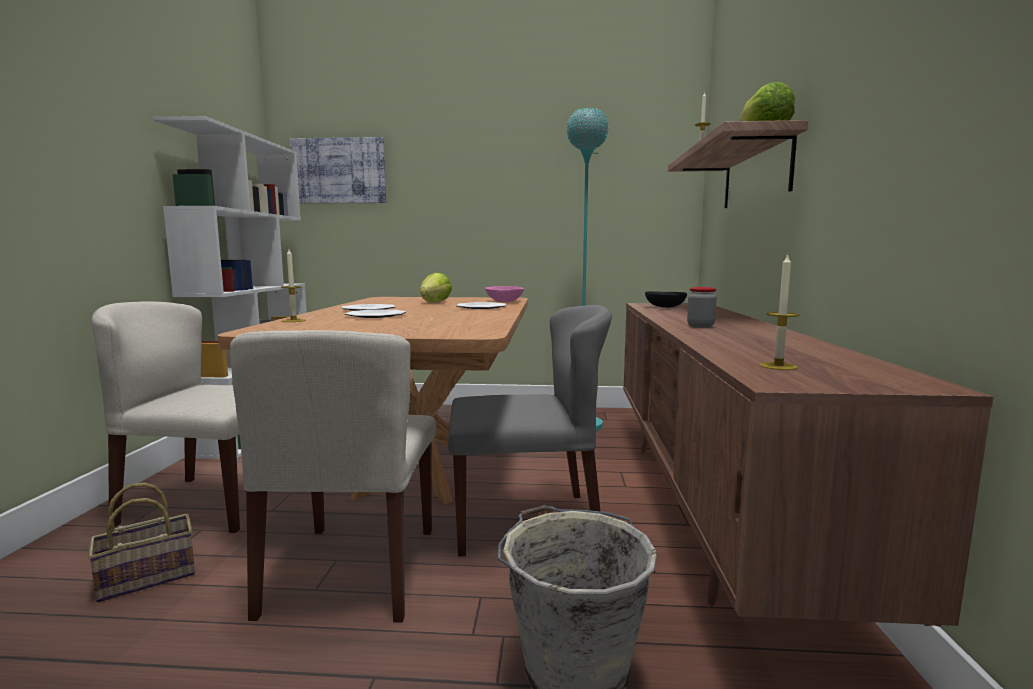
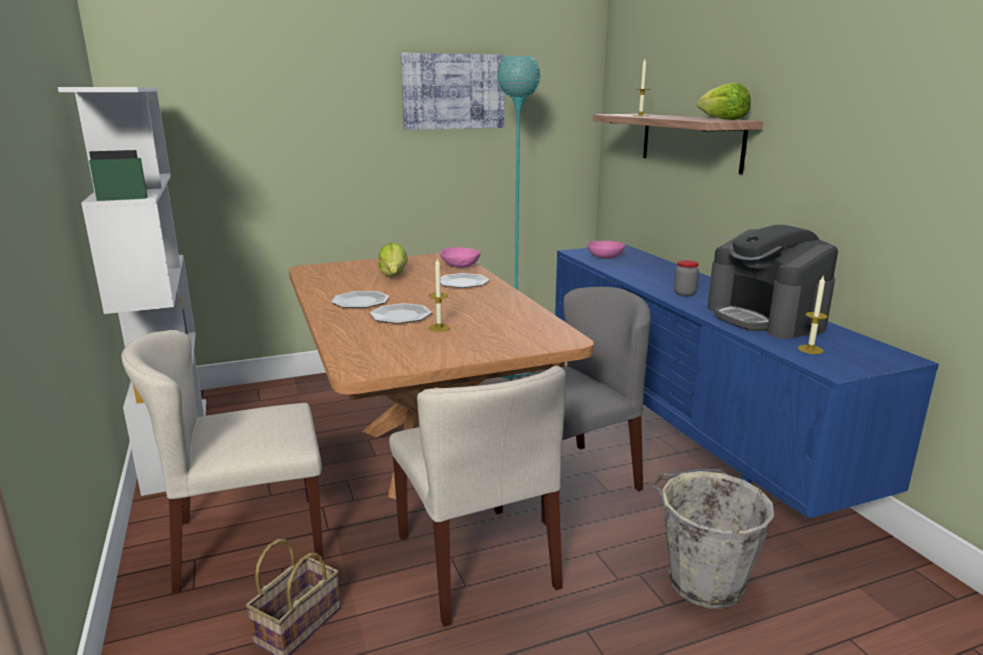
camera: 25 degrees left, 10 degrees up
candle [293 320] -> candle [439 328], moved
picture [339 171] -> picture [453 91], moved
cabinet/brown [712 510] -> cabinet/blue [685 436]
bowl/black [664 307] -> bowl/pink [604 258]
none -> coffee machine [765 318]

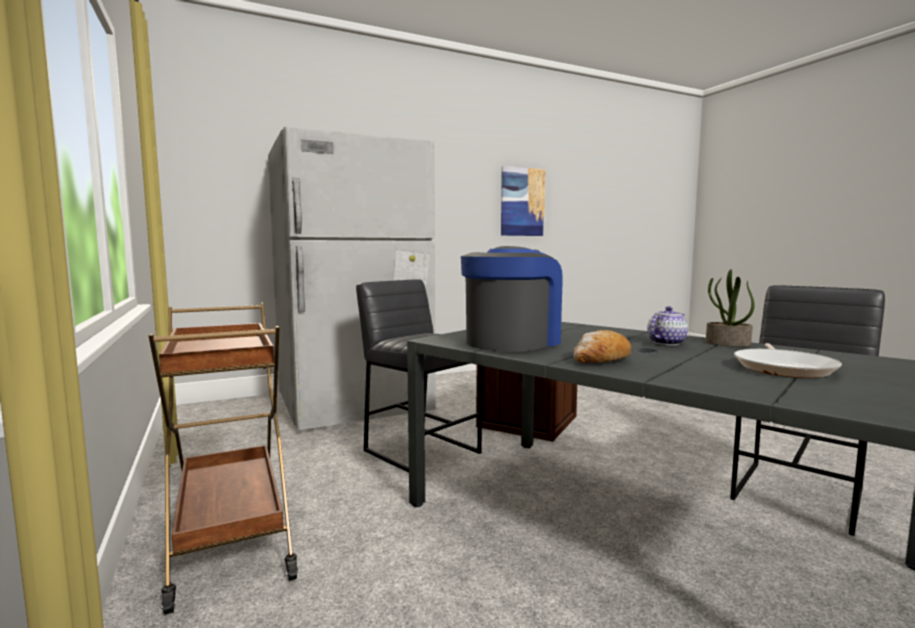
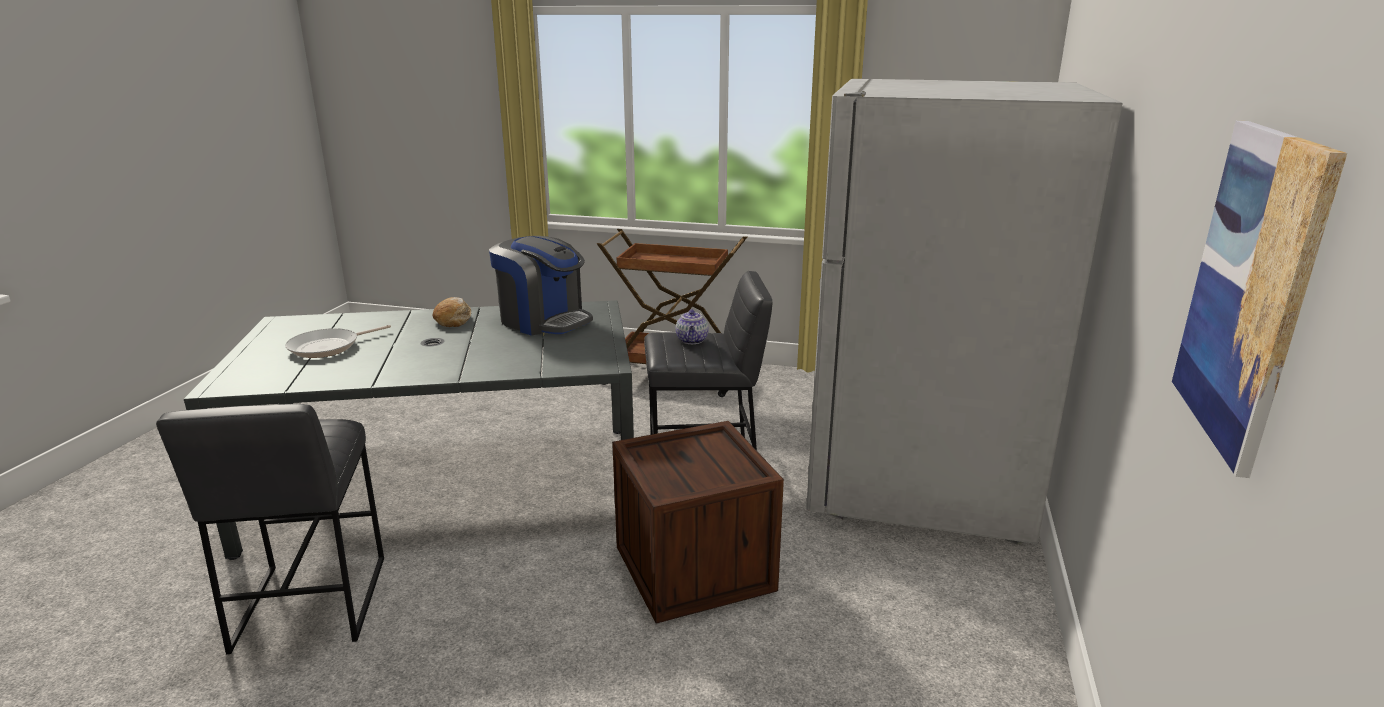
camera: 130 degrees right, 15 degrees up
coffee machine [513 341] -> coffee machine [544 321], 45 degrees counterclockwise
teapot [666 343] -> teapot [692 341], moved
potted plant [727 344] -> none
frying pan [783 368] -> frying pan [328 347], 105 degrees counterclockwise

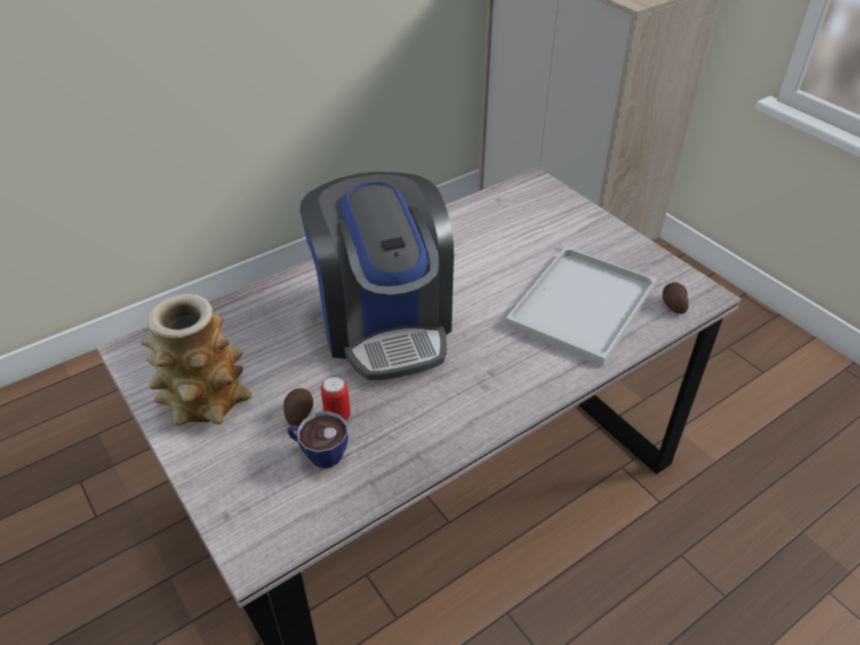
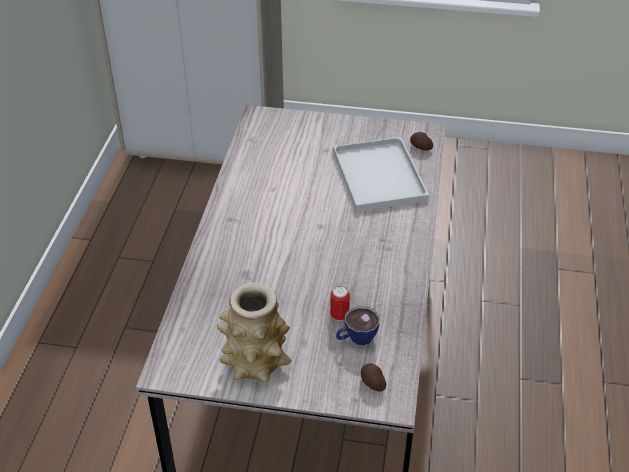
camera: 45 degrees left, 0 degrees up
potato [299 414] -> potato [372 383], moved
coffee machine [384 322] -> none

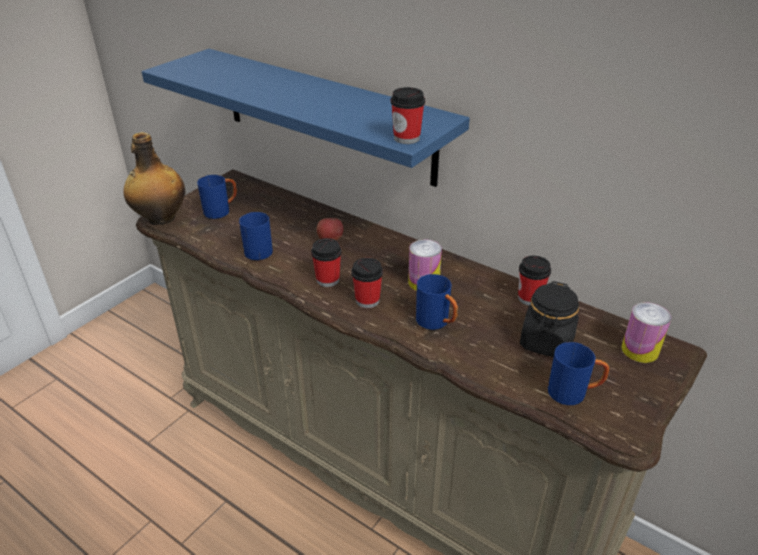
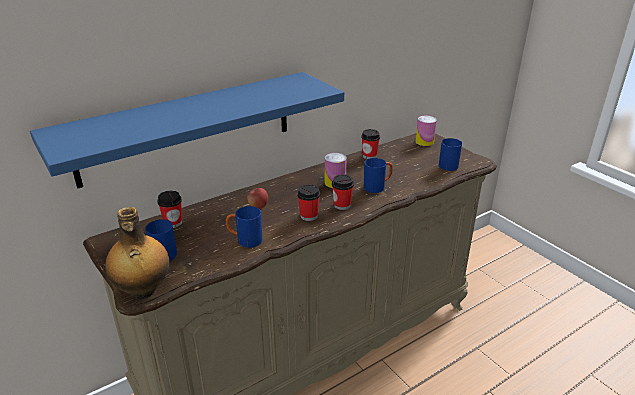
camera: 70 degrees left, 5 degrees down
cup [406 138] -> cup [173 223], moved
jar/black [546 342] -> none

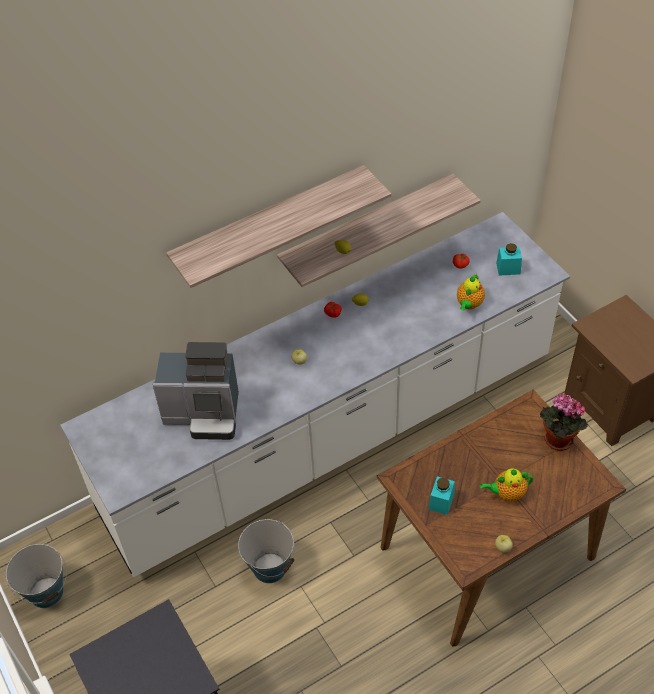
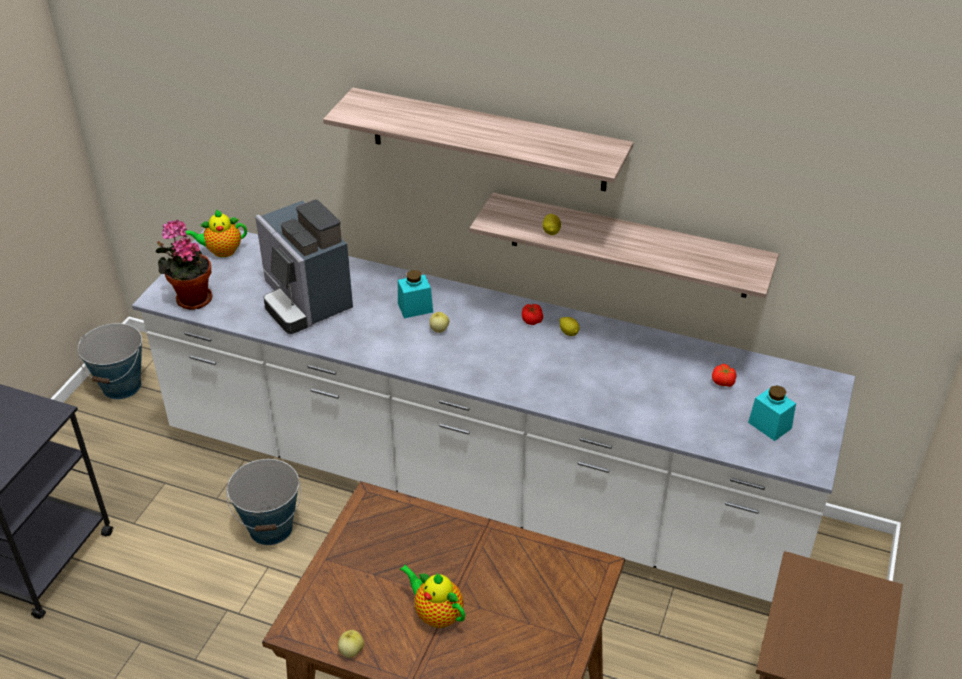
camera: 50 degrees right, 10 degrees down
jar/turquoise [441 501] -> jar/turquoise [415 308], moved
teapot [469 304] -> teapot [221 251], moved
potted plant [556 441] -> potted plant [191 298], moved

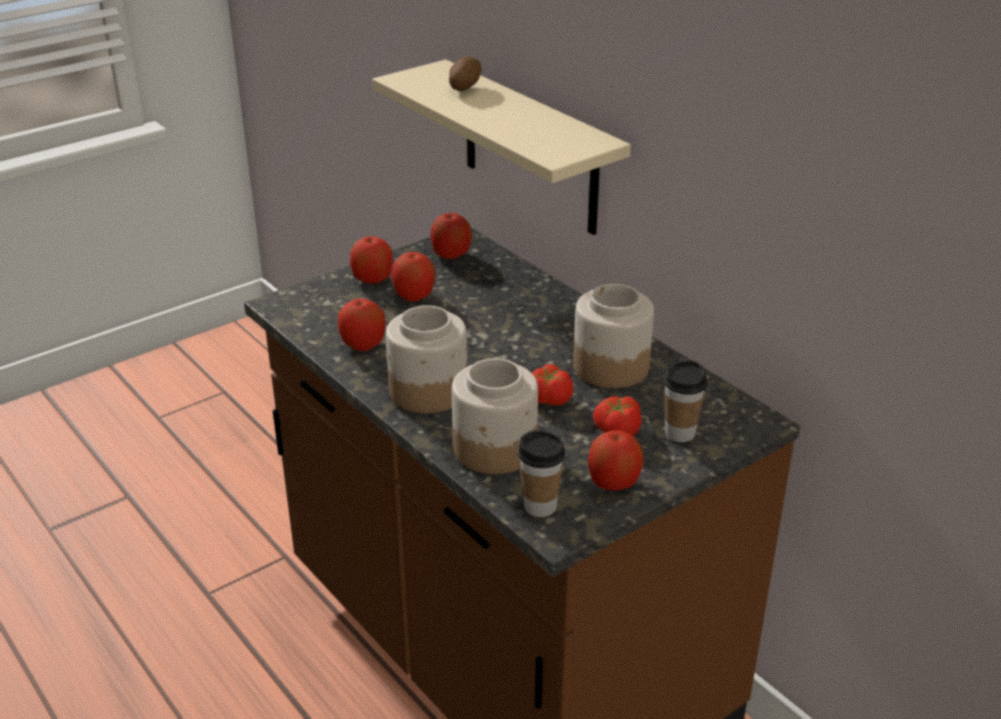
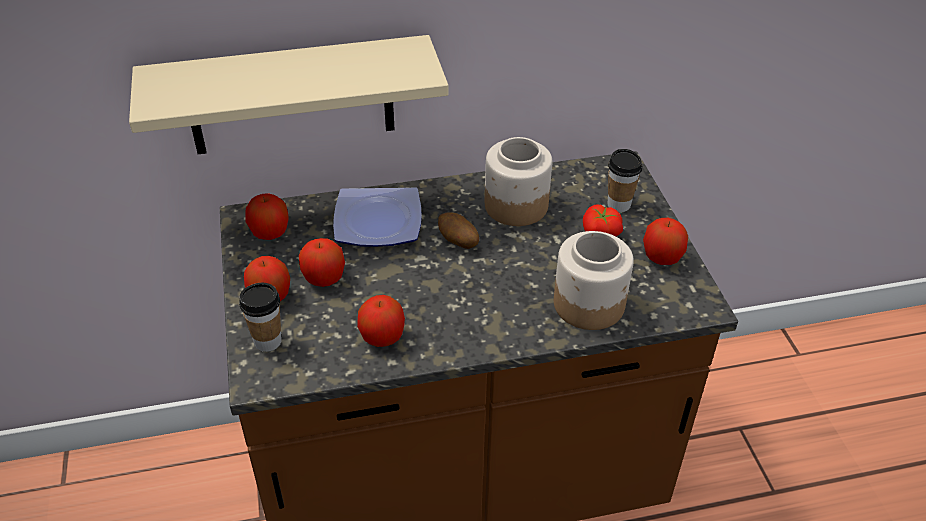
camera: 65 degrees left, 10 degrees up
jar [428 391] -> none
potato [464 88] -> potato [458 242], moved
cup [540 506] -> cup [268 341], moved
tomato [548 399] -> none
none -> plate [376 222]

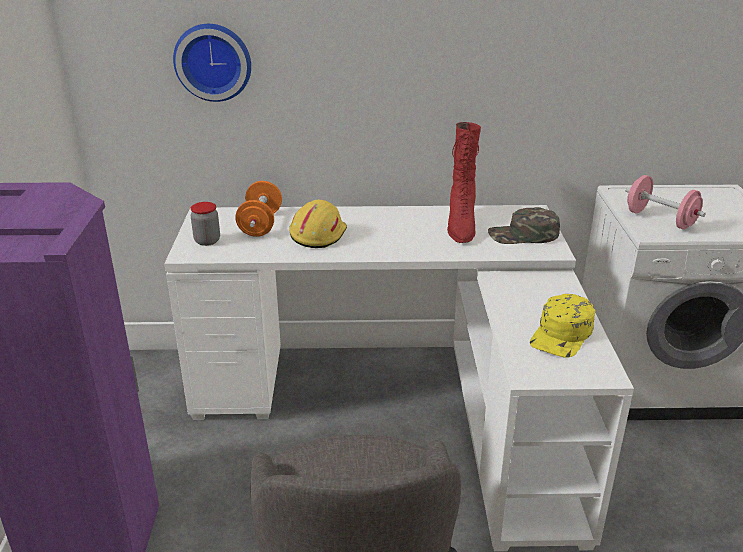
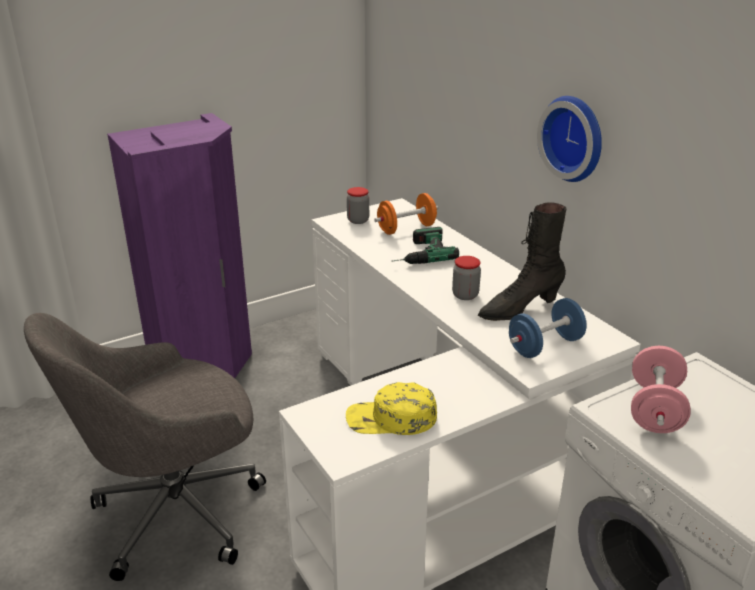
camera: 60 degrees right, 0 degrees up
wall clock [213 61] -> wall clock [575 138], moved
hard hat/yellow [317 234] -> power drill [418 253]
boot/red [461 226] -> boot/black [519 309]
cap/green [523 235] -> dumbbell/blue [545 346]
none -> jar [465 295]

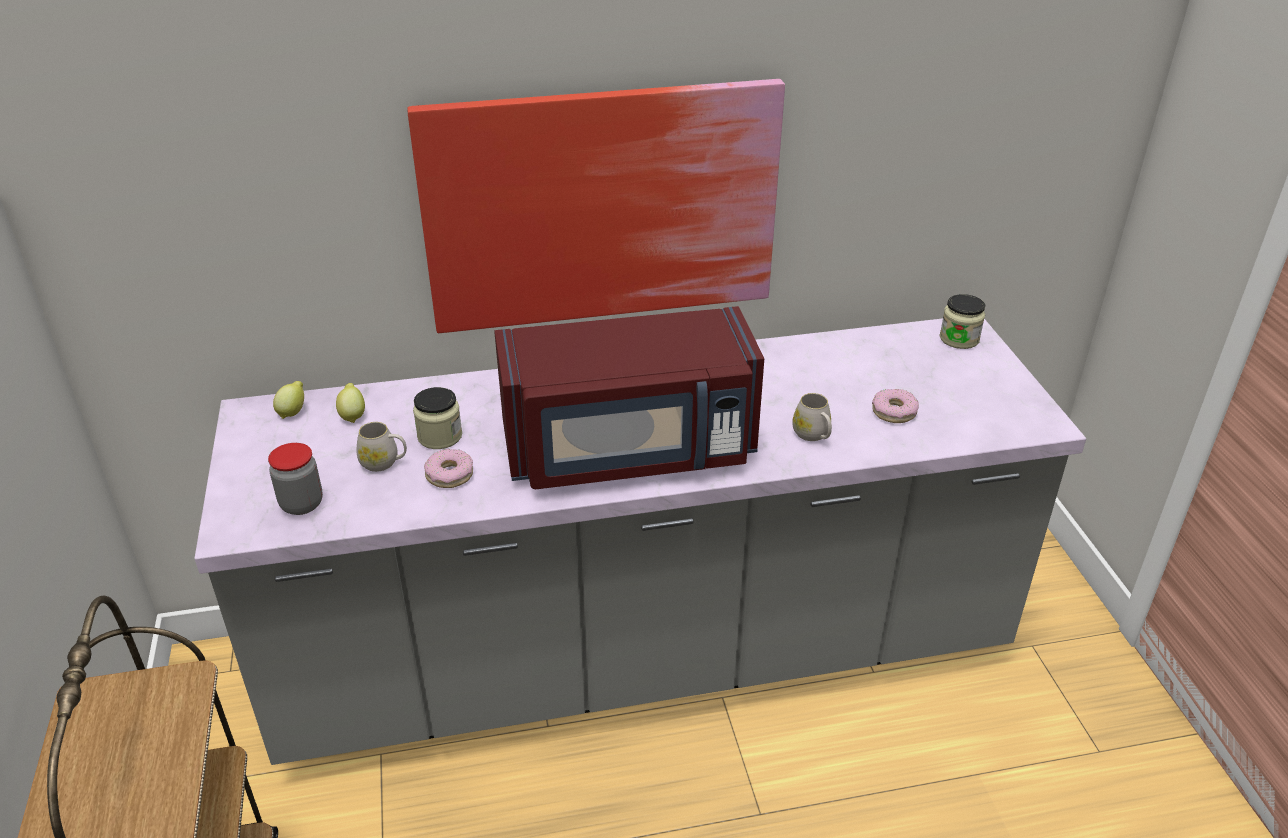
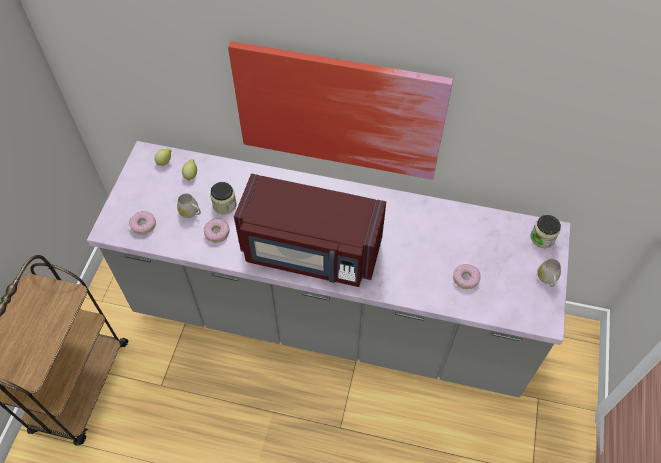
camera: 25 degrees right, 20 degrees up
jar [301 504] -> donut [143 225]
mug/white [813 435] -> mug/white [547 279], moved

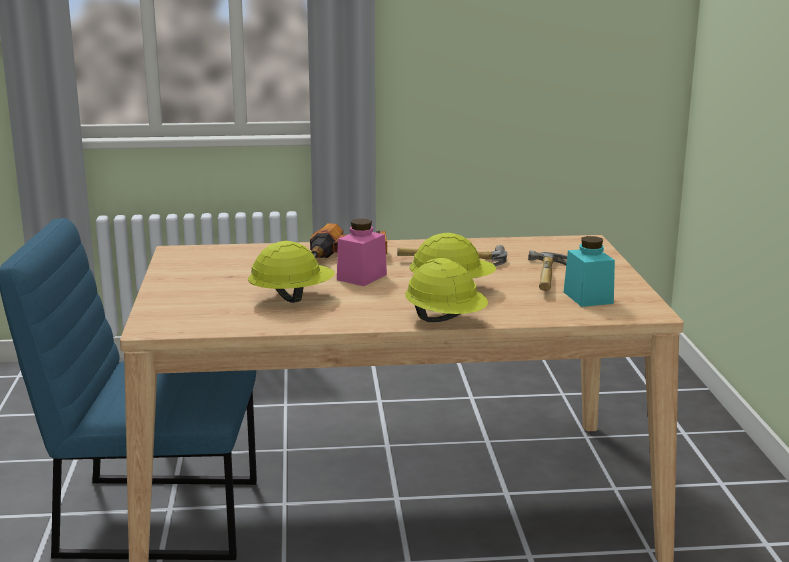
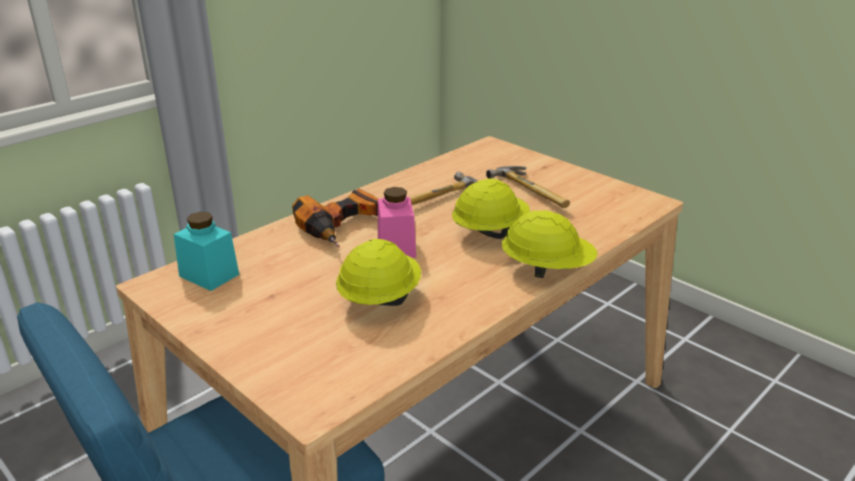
camera: 40 degrees left, 10 degrees up
jar/turquoise [588 297] -> jar/turquoise [209 275], moved

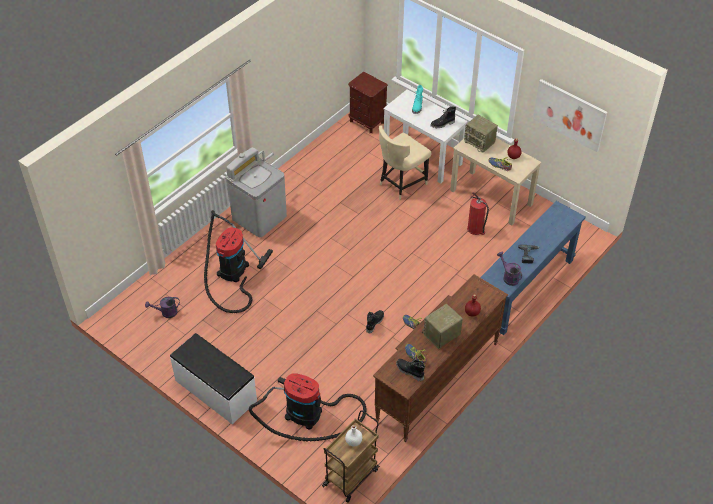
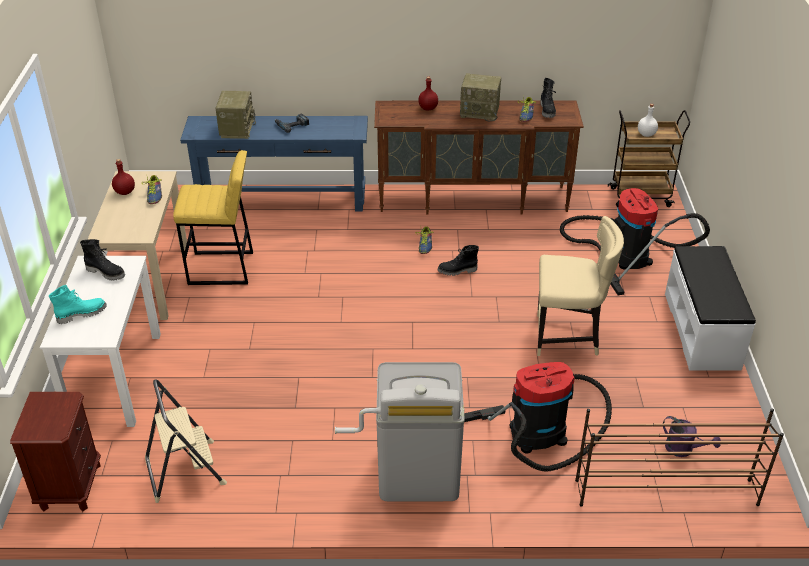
camera: 130 degrees left, 10 degrees down
chair/beige [401 183] -> chair/beige [568 337], moved
radio [480 142] -> radio [236 129], moved
fire extinguisher [475 229] -> stool/yellow [223 268]
watering can/purple [508 277] -> none
picture [569 114] -> none
none -> step ladder/beige [181 471]
none -> shoe rack/brown [665 492]

